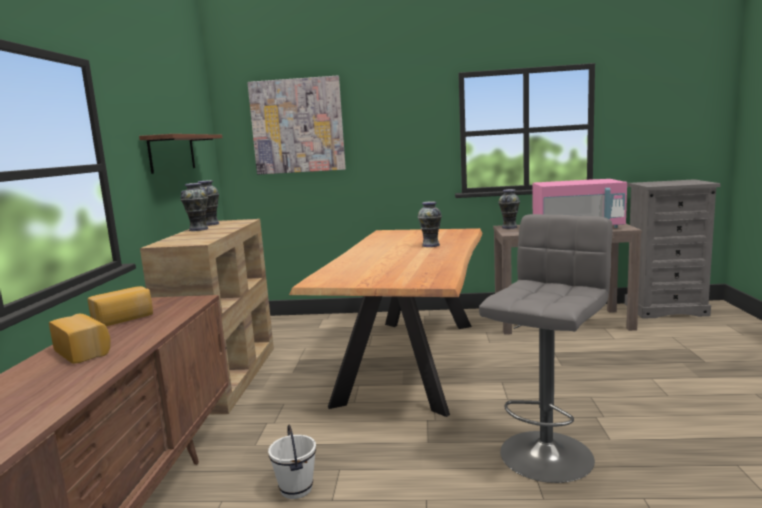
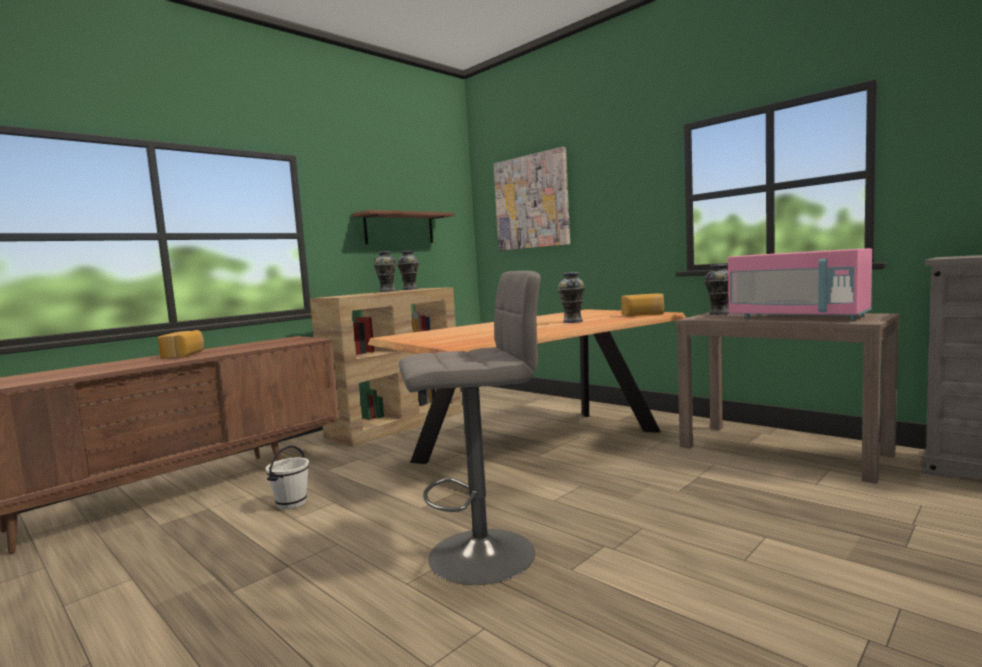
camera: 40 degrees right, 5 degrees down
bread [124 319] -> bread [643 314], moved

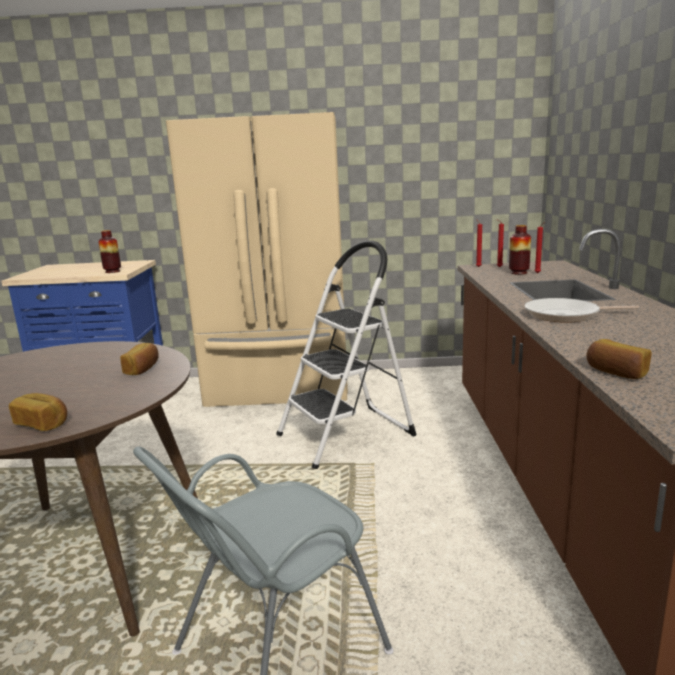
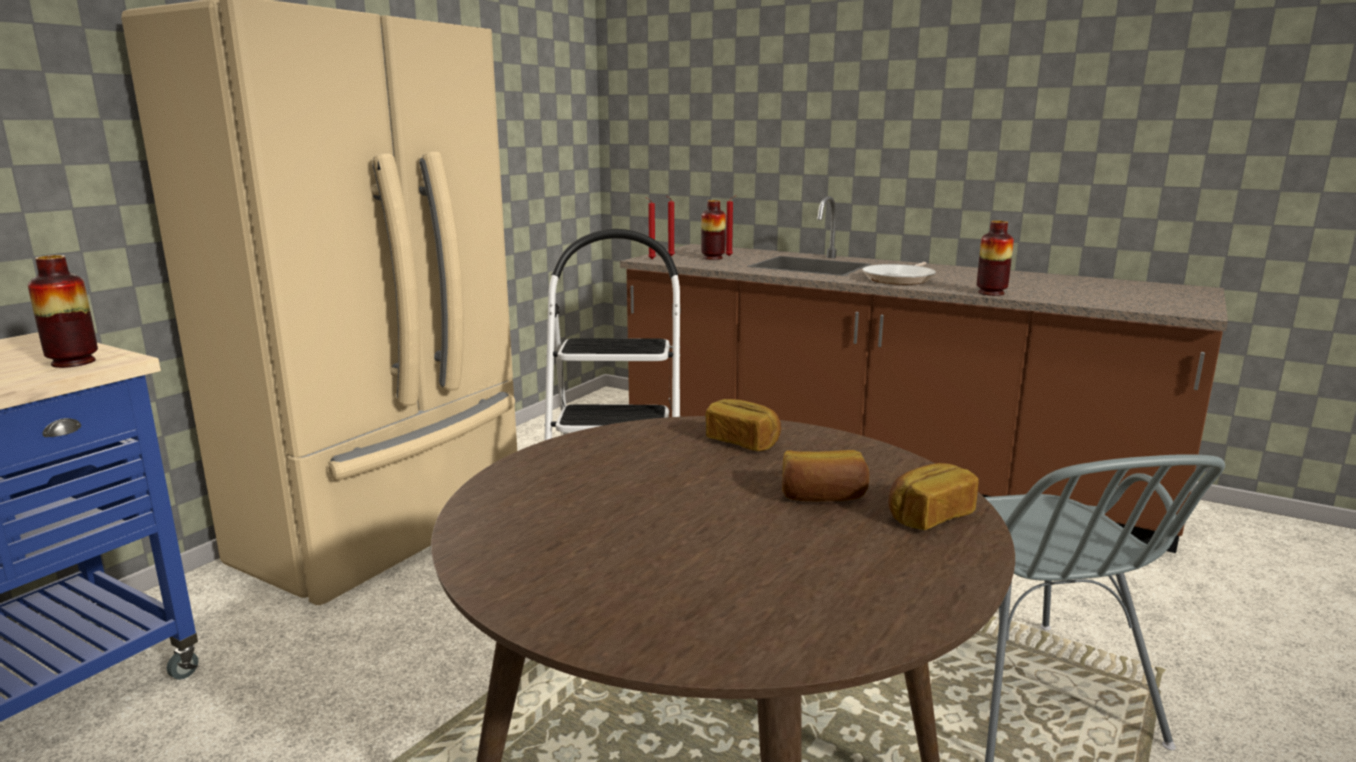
camera: 60 degrees left, 0 degrees up
bread [616 372] -> bread [822 496], moved
none -> vase [991 293]

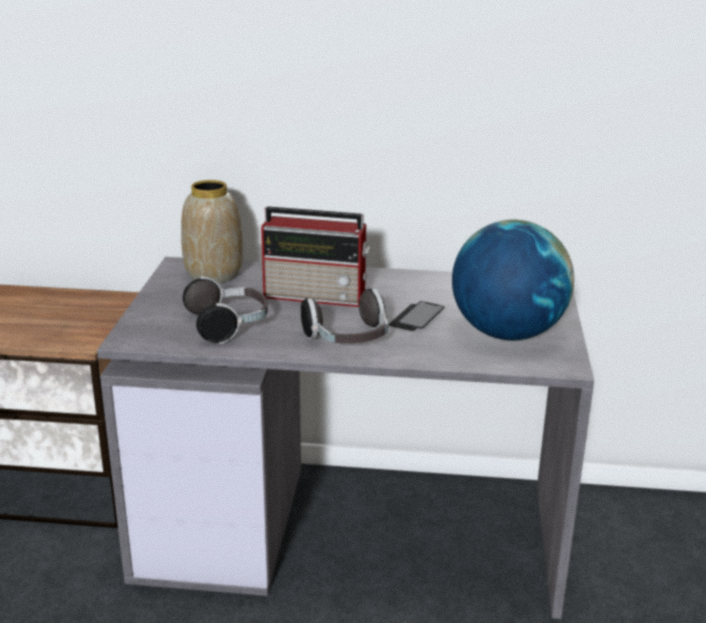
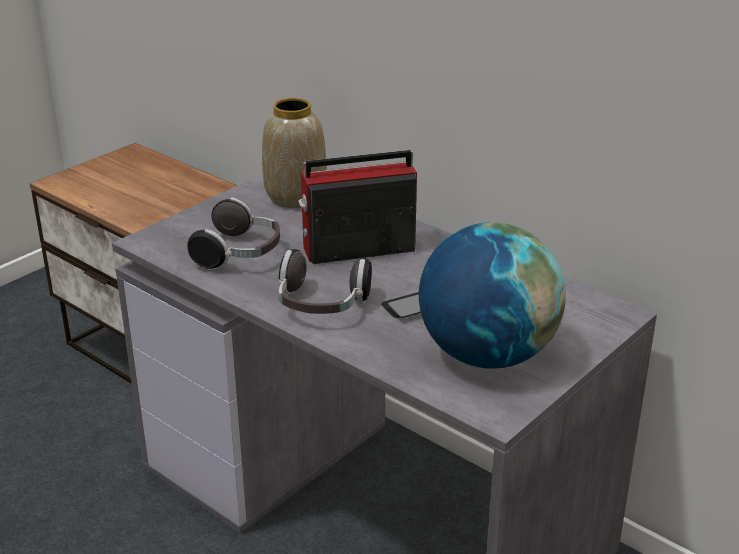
camera: 35 degrees right, 5 degrees up
radio [317 296] -> radio [356 249], 120 degrees clockwise

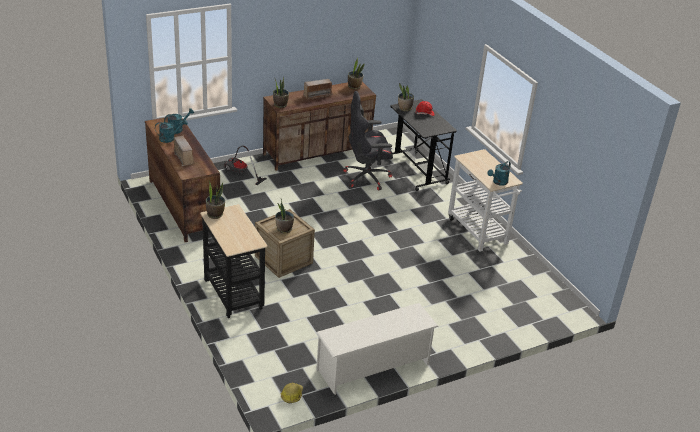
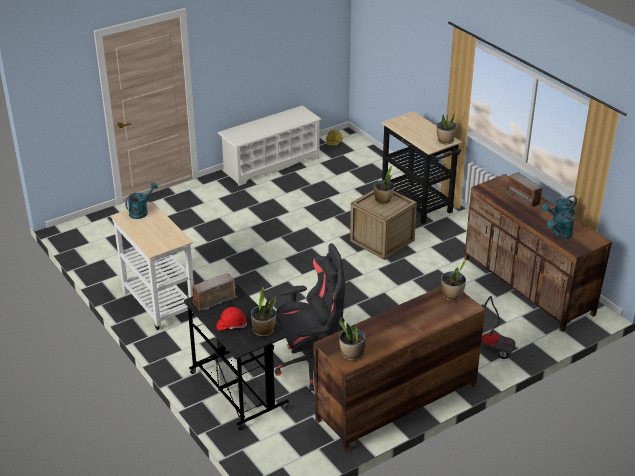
camera: 175 degrees right, 0 degrees up
radio [317 95] -> radio [214 300], moved

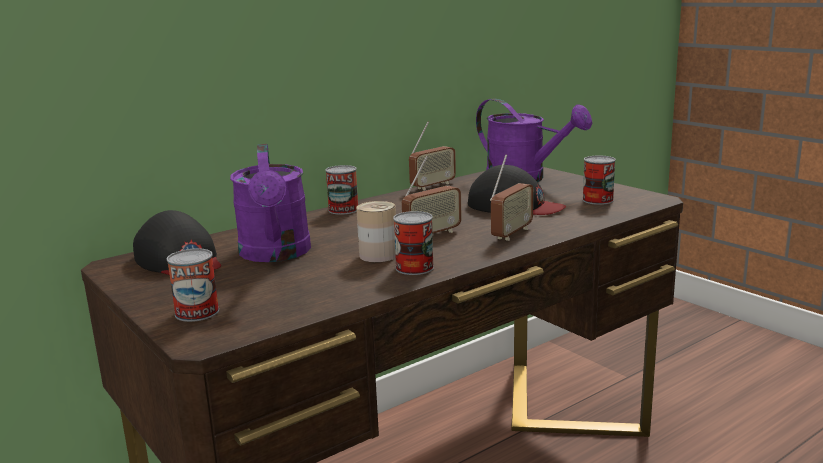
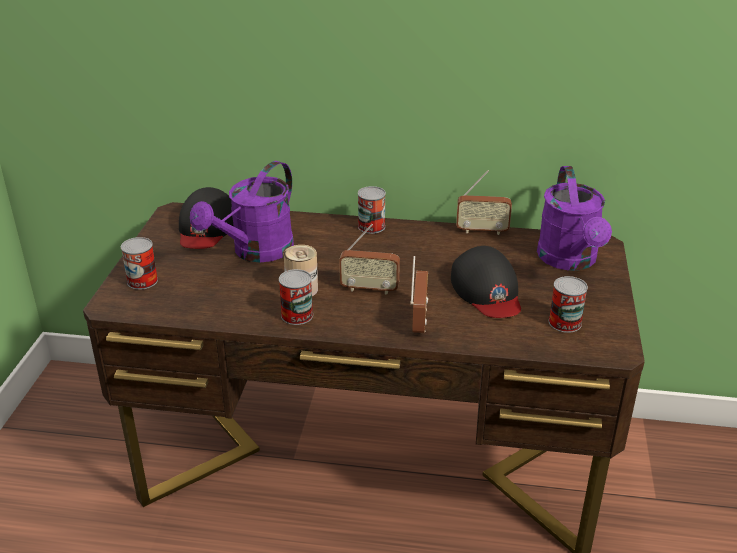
camera: 45 degrees right, 15 degrees up
radio [511 233] -> radio [418 320], 75 degrees counterclockwise

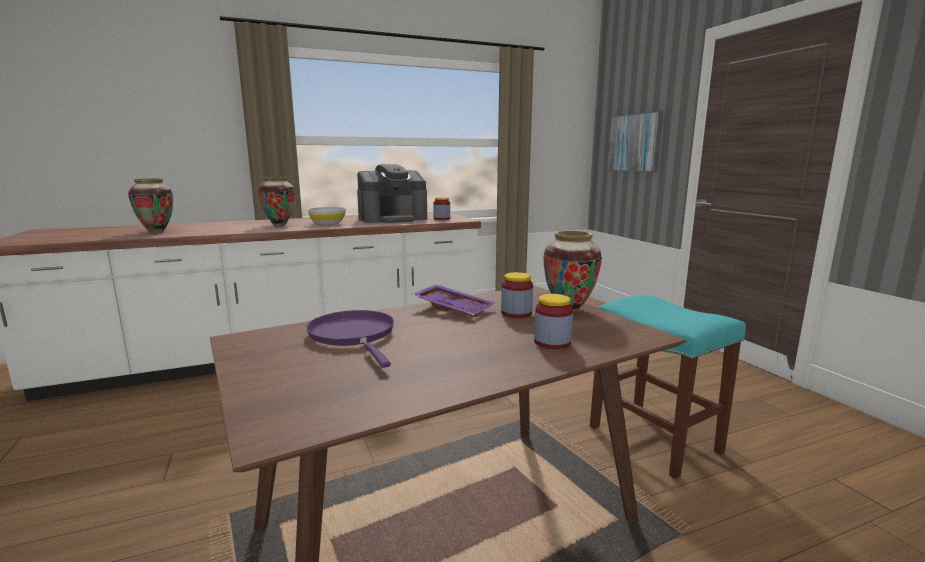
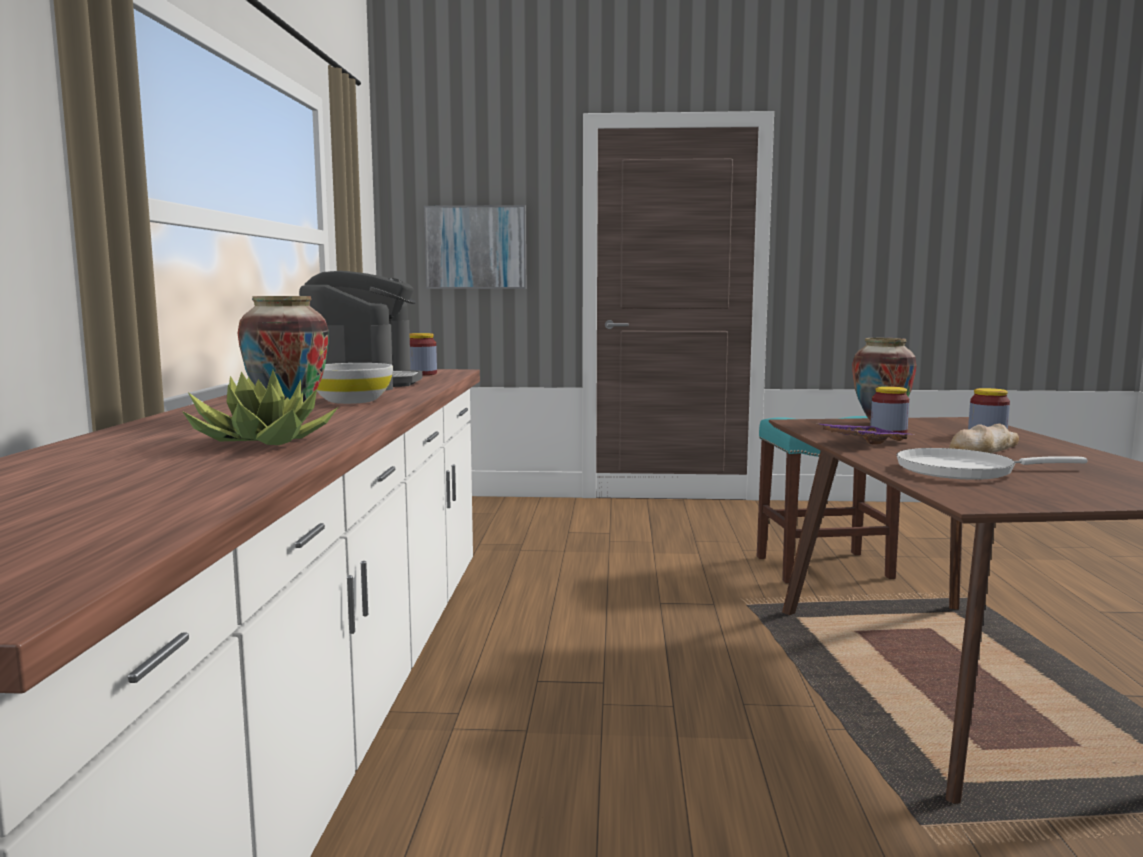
camera: 65 degrees left, 5 degrees down
vase [157 231] -> none
frying pan/purple [354 335] -> frying pan/white [963 471]
none -> potted plant [262 442]
none -> bread [983 448]

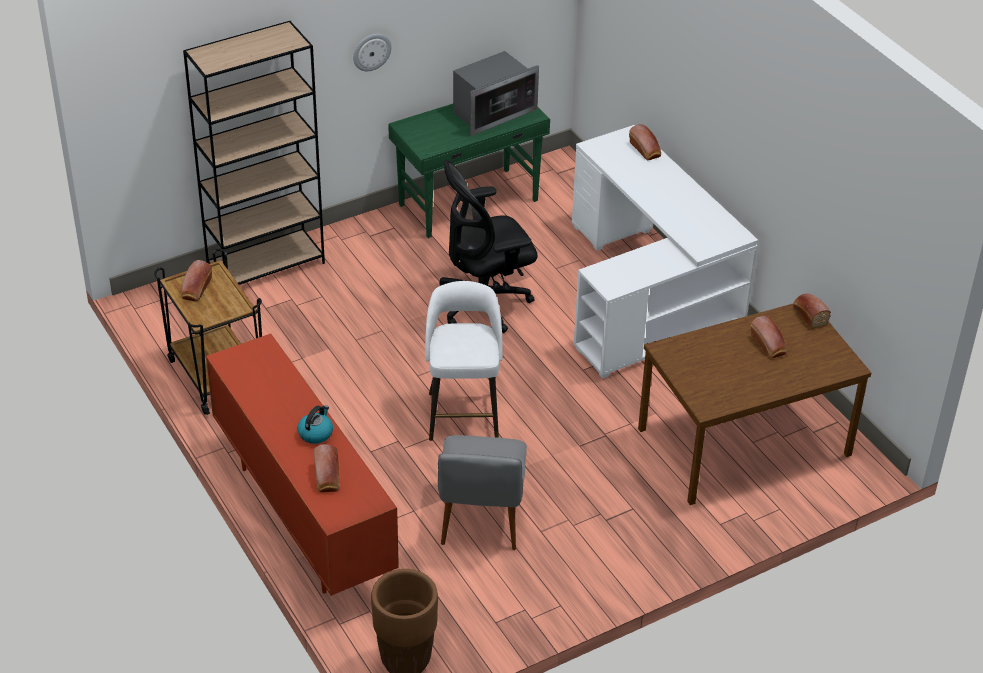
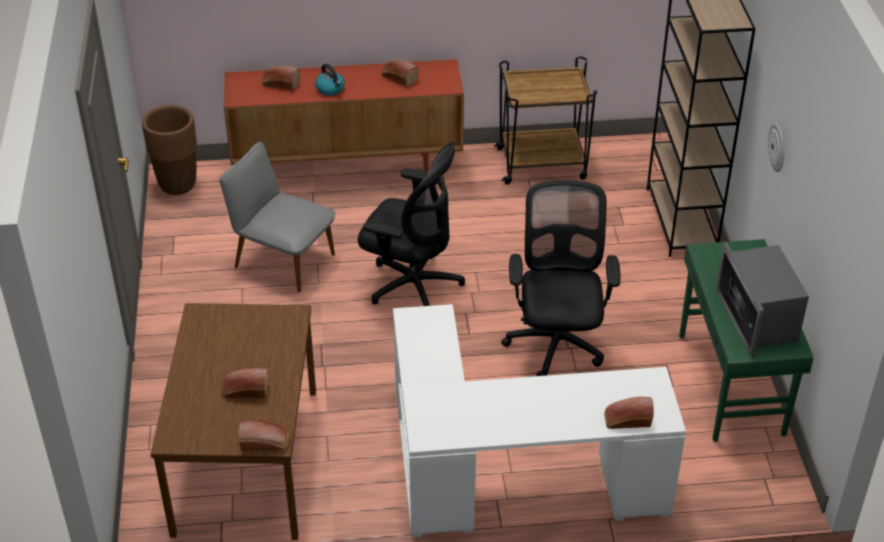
camera: 115 degrees right, 0 degrees up
bread [196 289] -> bread [398 78], moved
stool/white [463 414] -> office chair/black [408 285]

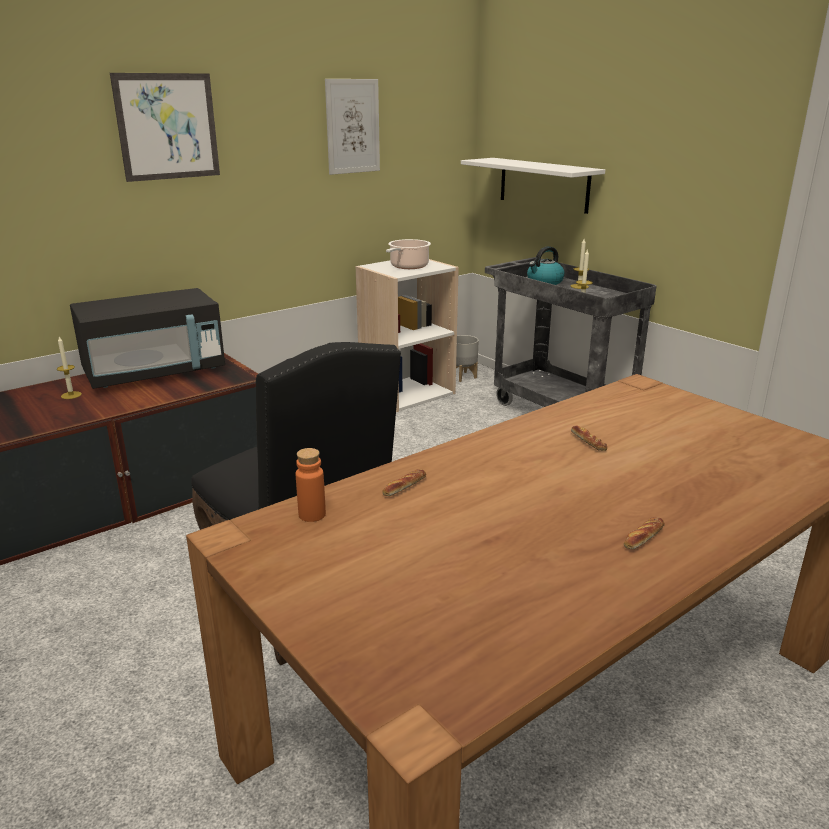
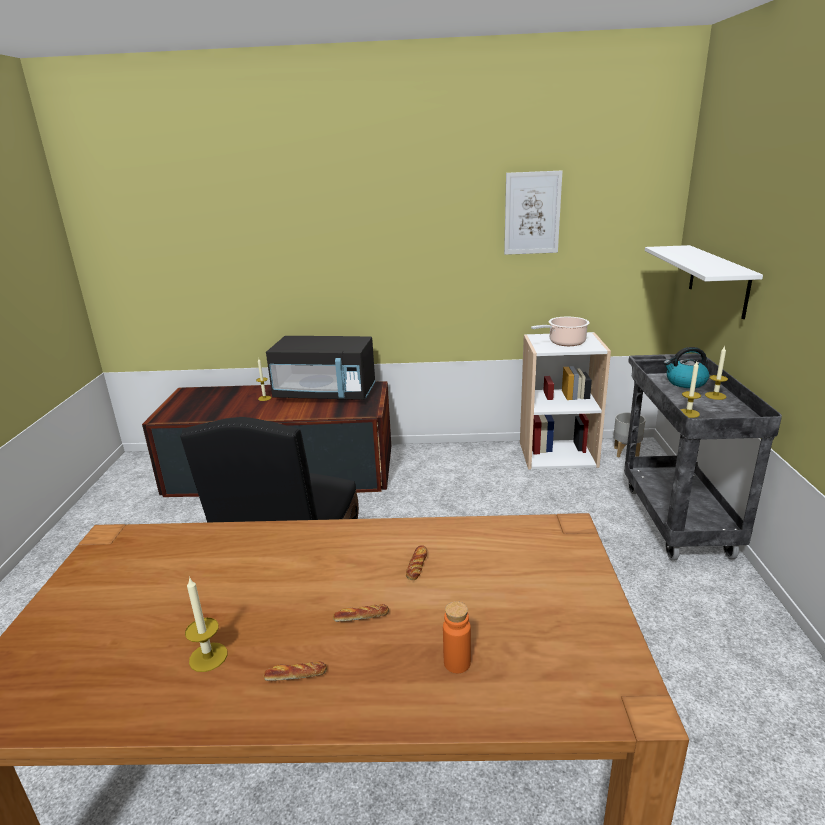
camera: 40 degrees right, 0 degrees up
picture [167 127] -> none
bottle/orange [312 514] -> bottle/orange [457 663], moved
bread [404 486] -> bread [361 617], moved
none -> candle [208 657]

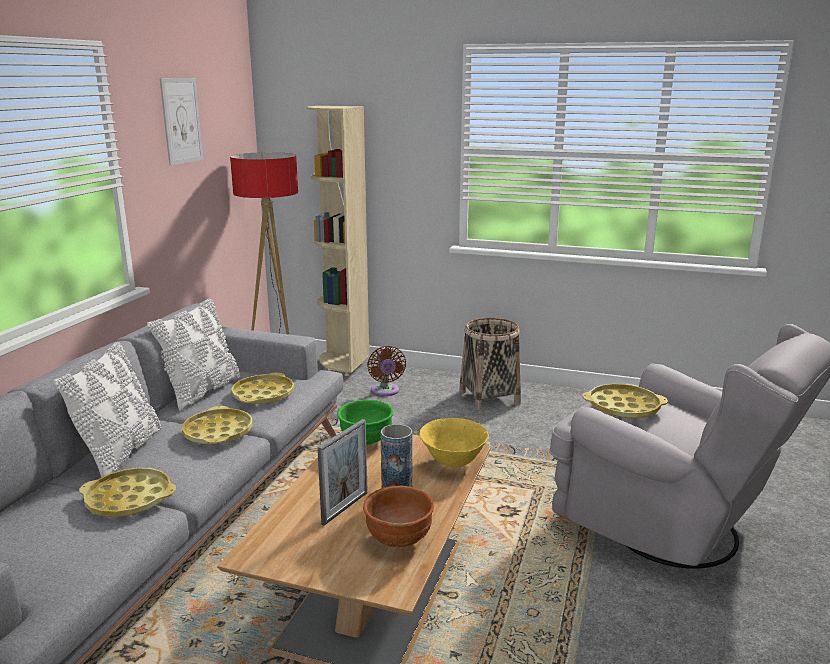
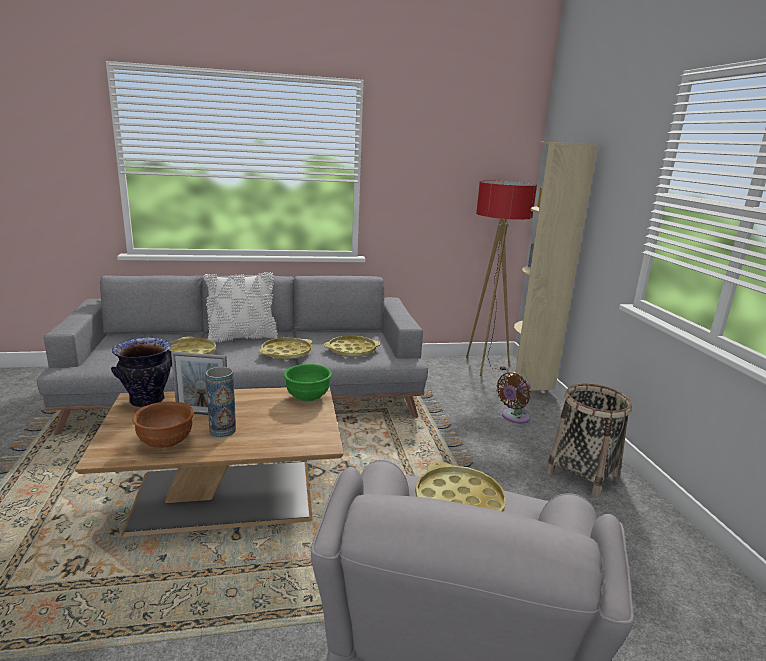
camera: 60 degrees right, 0 degrees up
pillow/white [201 391] -> none
picture [181 121] -> none
bowl/yellow [453 462] -> none
none -> vase [148 401]

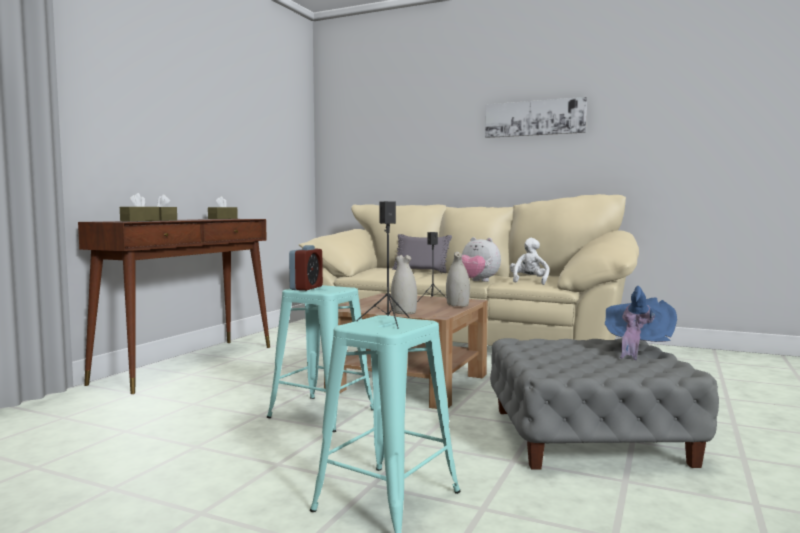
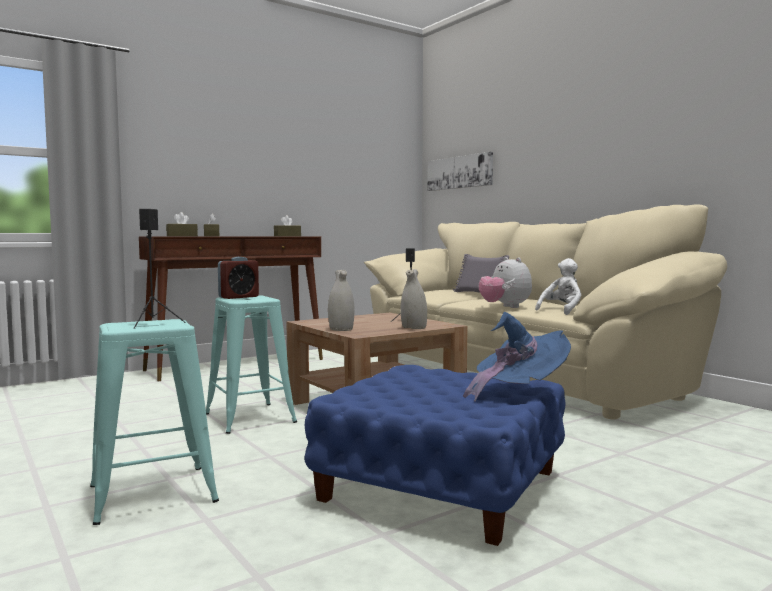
camera: 30 degrees right, 0 degrees up
picture [534 118] -> picture [459 172], moved
ottoman/grey [588 436] -> ottoman/blue [441 485]

